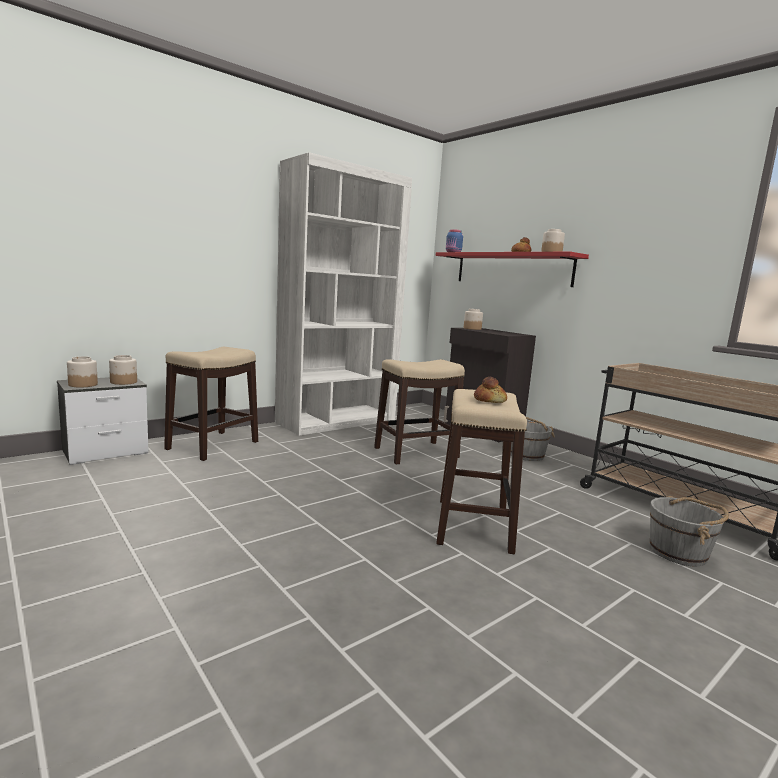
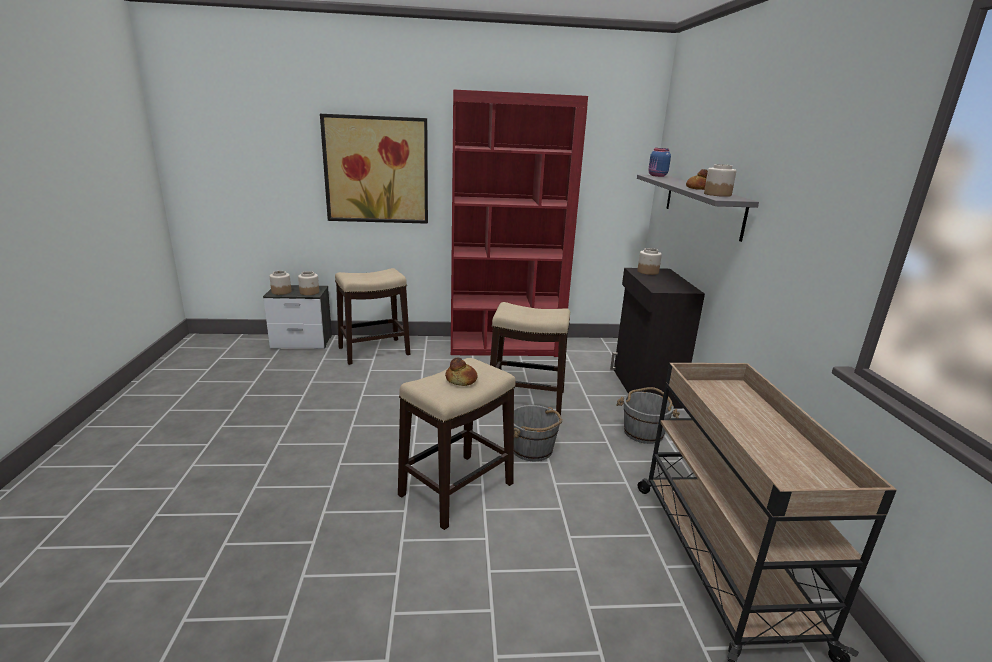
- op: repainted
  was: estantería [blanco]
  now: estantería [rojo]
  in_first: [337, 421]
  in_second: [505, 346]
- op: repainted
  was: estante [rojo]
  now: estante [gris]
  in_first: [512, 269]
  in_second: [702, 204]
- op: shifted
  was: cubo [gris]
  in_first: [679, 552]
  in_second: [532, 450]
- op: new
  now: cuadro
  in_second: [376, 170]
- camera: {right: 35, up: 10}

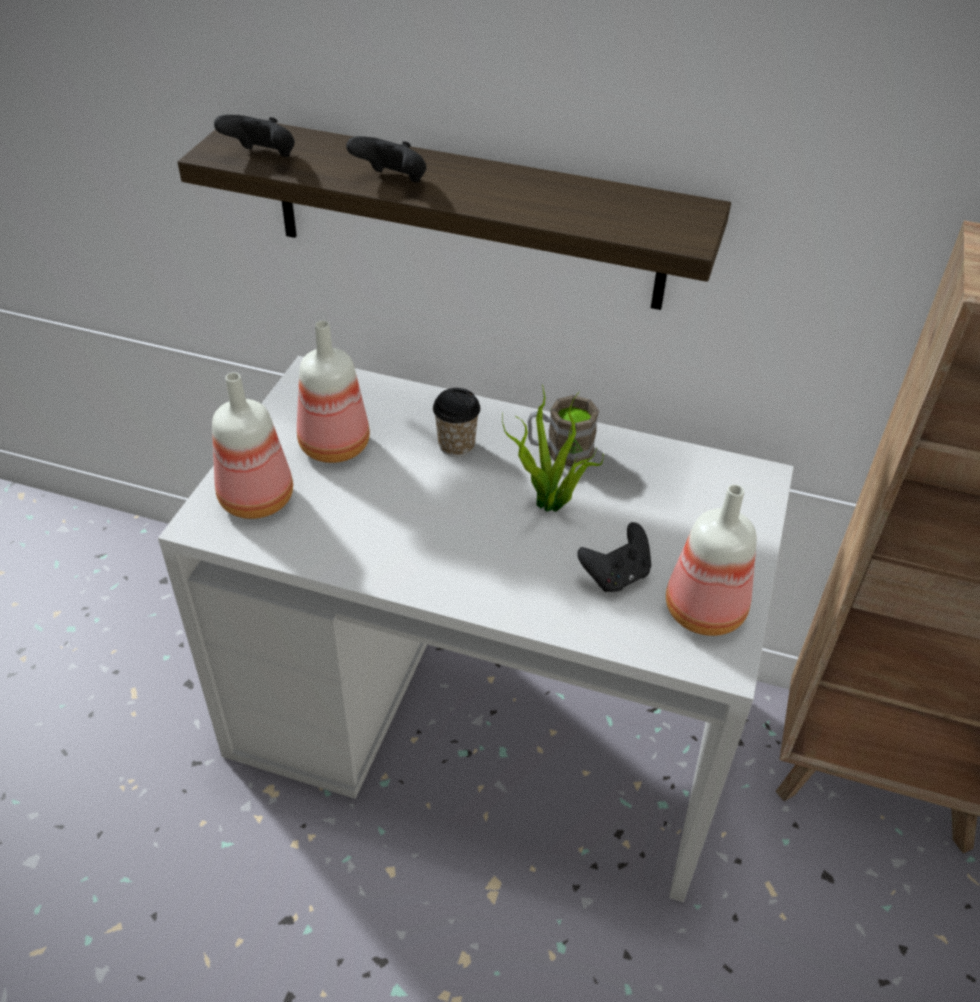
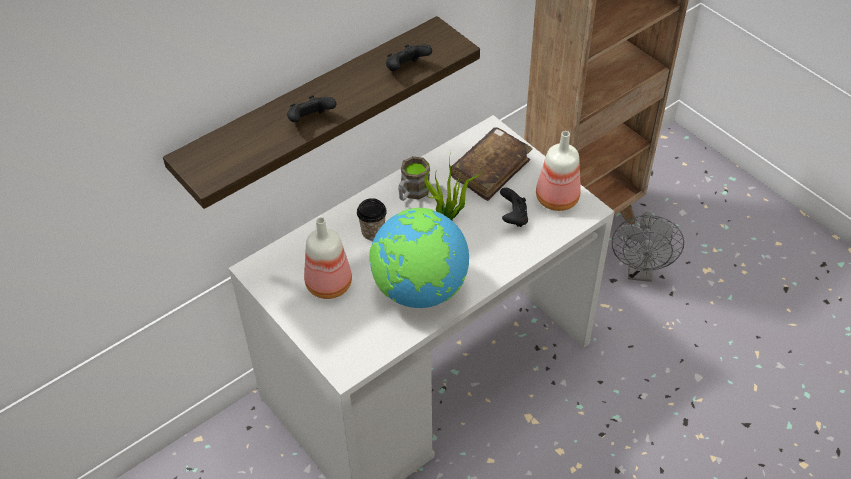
- op: shifted
  was: mando de consola [negro]
  in_first: [262, 157]
  in_second: [406, 69]
- op: gone
  was: botella
  in_first: [258, 498]
- op: new
  now: libro [marrón]
  in_second: [490, 170]
- op: new
  now: globo terráqueo
  in_second: [419, 290]
- op: new
  now: ventilador [gris]
  in_second: [640, 271]
- camera: {right: -55, up: 5}

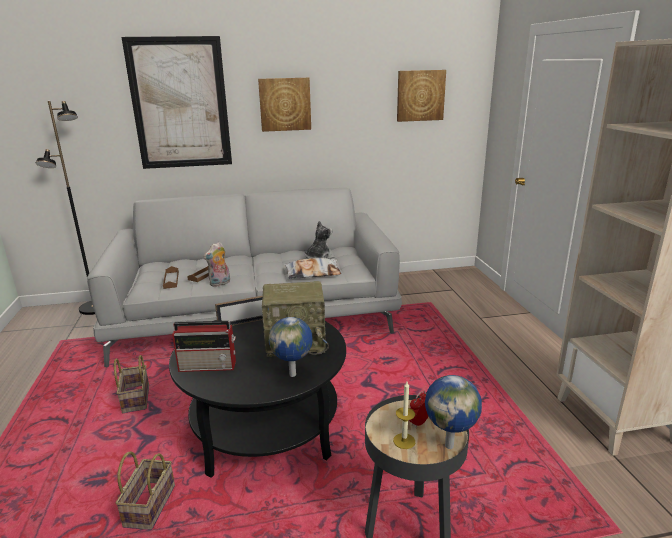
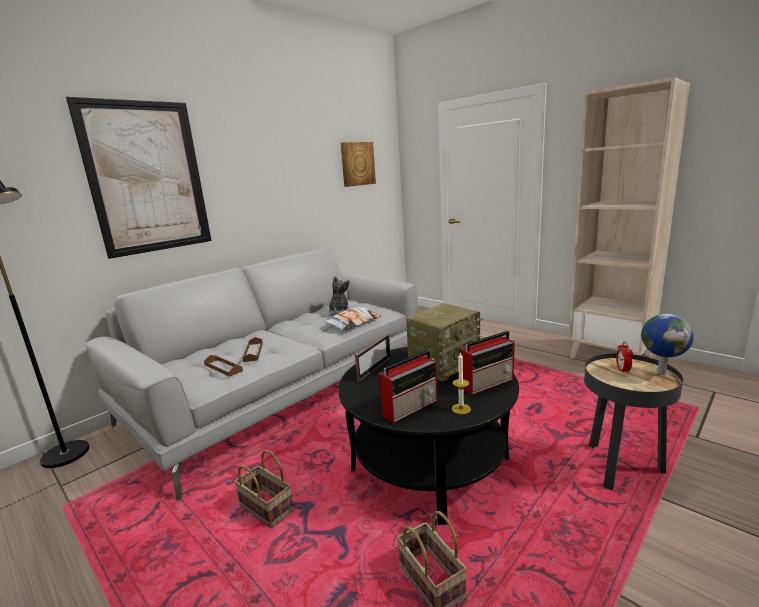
- op: gone
  was: cuadro
  in_first: [285, 104]
- op: gone
  was: peluche
  in_first: [220, 283]
- op: swapped
  was: globo terráqueo
  now: radio
  in_first: [293, 374]
  in_second: [488, 383]
- op: shifted
  was: vela
  in_first: [404, 441]
  in_second: [461, 409]
- camera: {right: -35, up: -5}

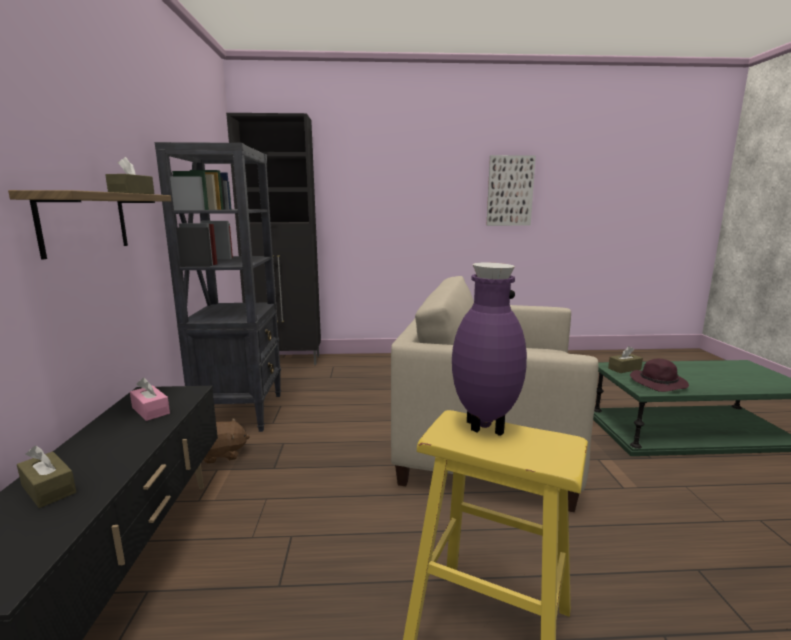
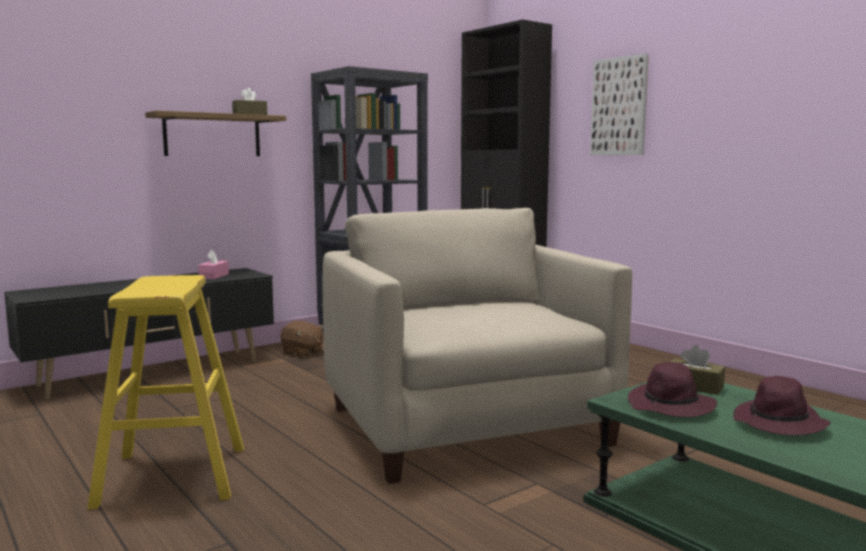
- op: shifted
  was: cuadro
  in_first: [510, 191]
  in_second: [619, 106]
- op: gone
  was: florero [morado]
  in_first: [483, 428]
- op: gone
  was: caja de pañuelos [marrón]
  in_first: [48, 489]
- op: new
  now: sombrero [morado]
  in_second: [779, 424]
- camera: {right: 55, up: -5}

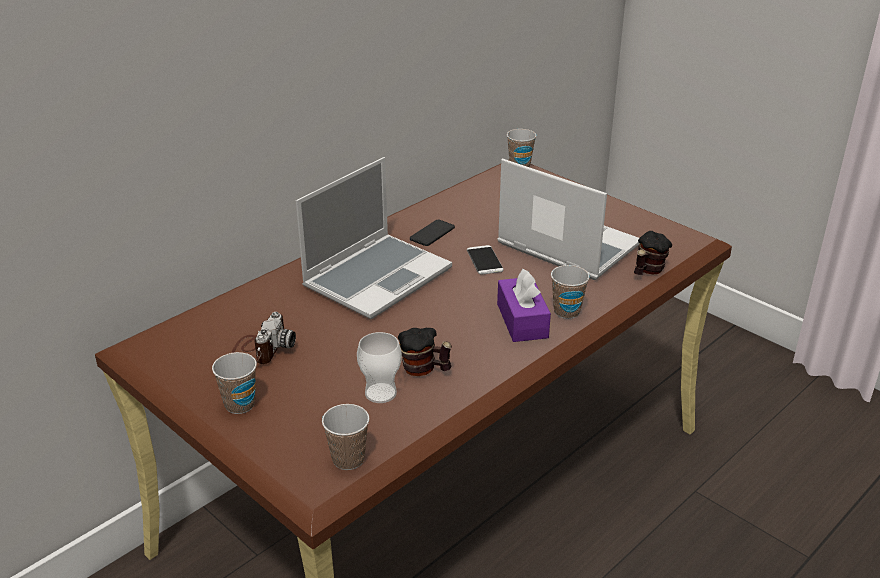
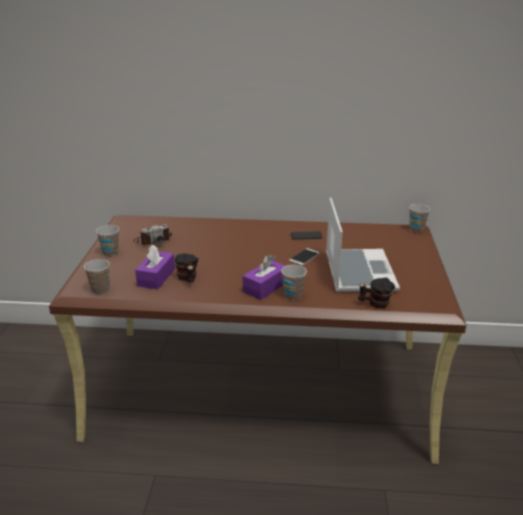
- op: gone
  was: portátil
  in_first: [377, 277]
- op: swapped
  was: taza
  now: caja de pañuelos [morado]
  in_first: [380, 393]
  in_second: [156, 277]
- camera: {right: 50, up: -5}

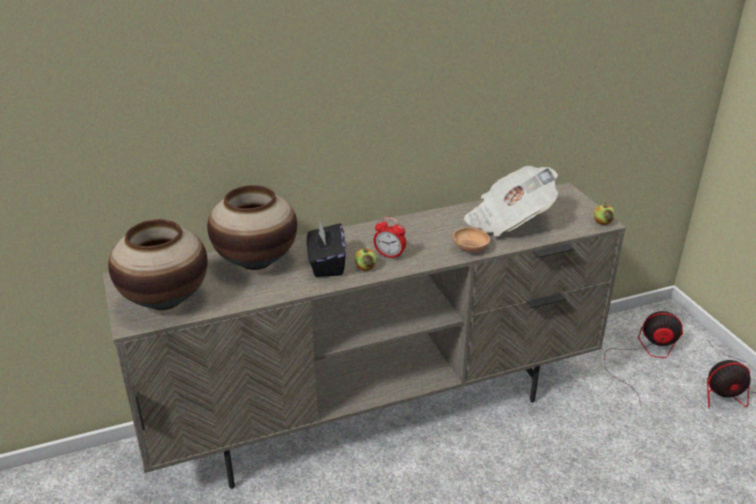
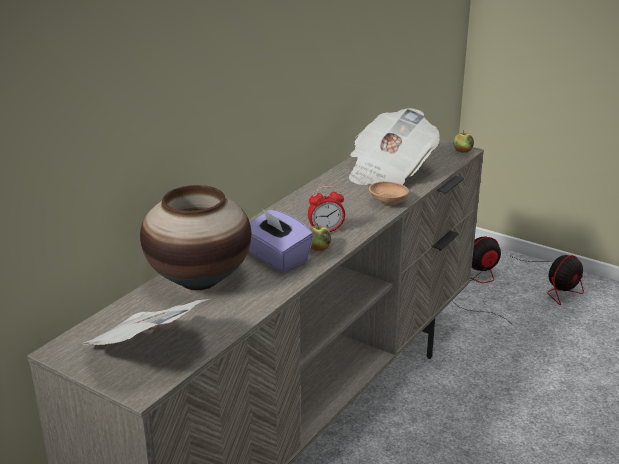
- op: swapped
  was: florero
  now: periódico
  in_first: [165, 299]
  in_second: [148, 351]
- op: repainted
  was: caja de pañuelos [negro]
  now: caja de pañuelos [morado]
  in_first: [326, 264]
  in_second: [276, 258]
- camera: {right: -35, up: -5}

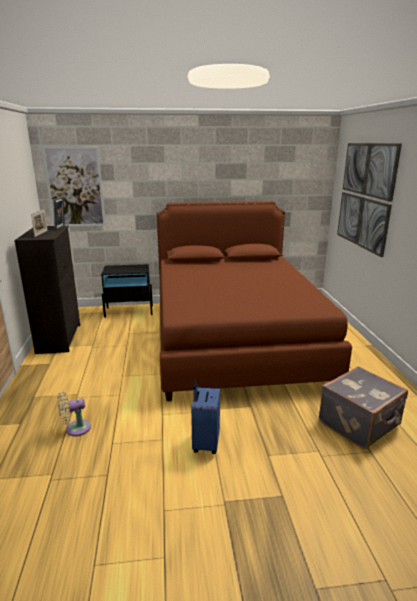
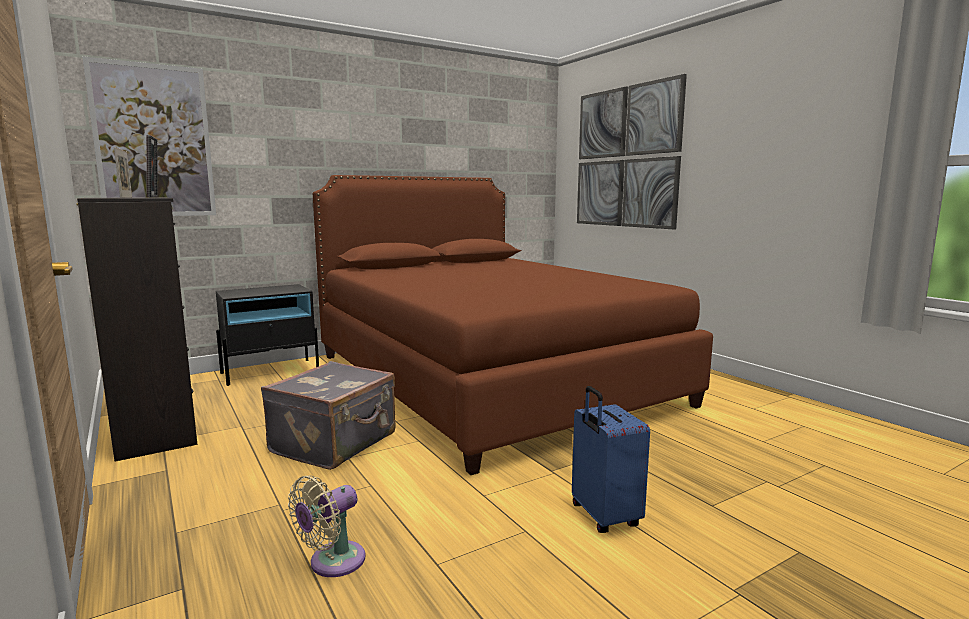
- op: shifted
  was: maleta [gris]
  in_first: [360, 424]
  in_second: [336, 443]
- camera: {right: -25, up: -10}

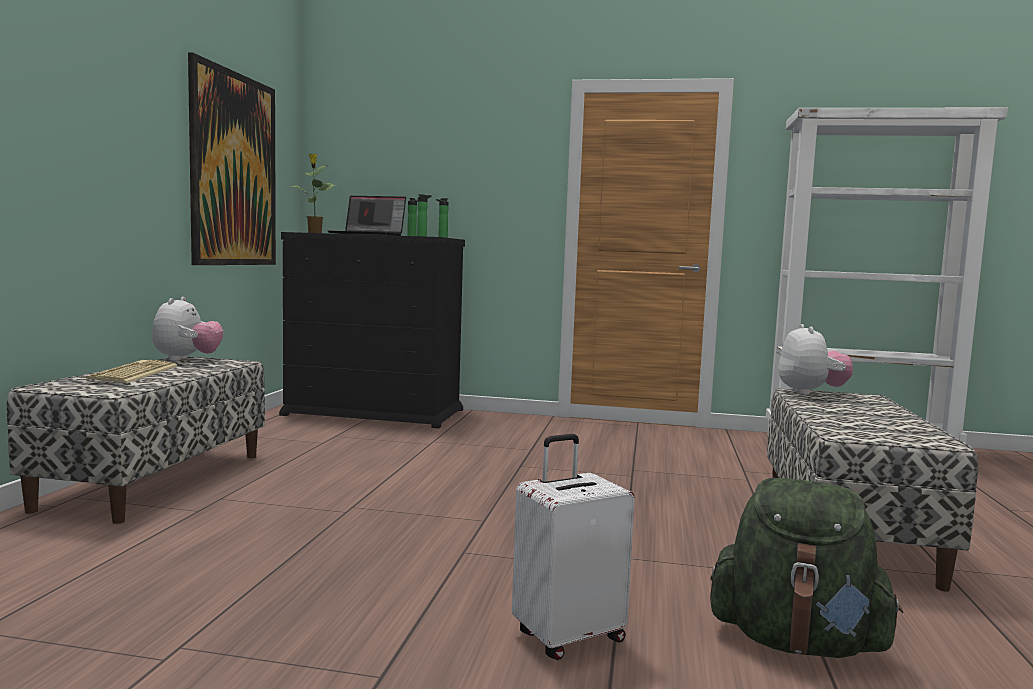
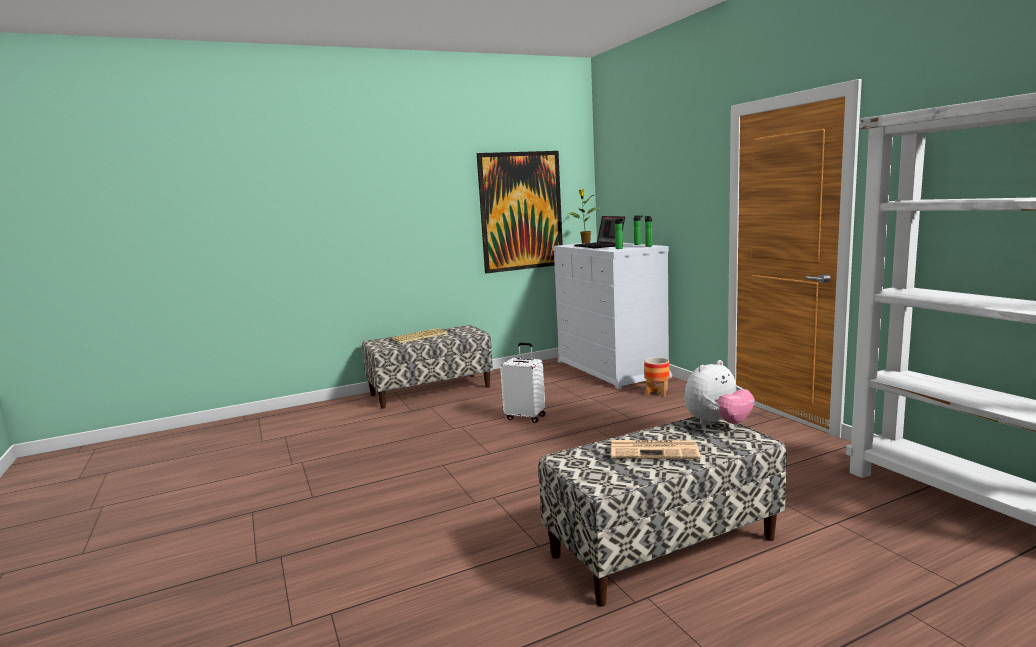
- op: repainted
  was: cómoda [negro]
  now: cómoda [blanco]
  in_first: [375, 412]
  in_second: [611, 369]
- op: gone
  was: peluche
  in_first: [187, 359]
- op: shifted
  was: maleta [blanco]
  in_first: [567, 636]
  in_second: [525, 417]
- op: gone
  was: mochila [verde]
  in_first: [796, 642]
- op: new
  now: maceta
  in_second: [657, 392]
- op: new
  now: periódico
  in_second: [655, 450]
- camera: {right: 55, up: 5}

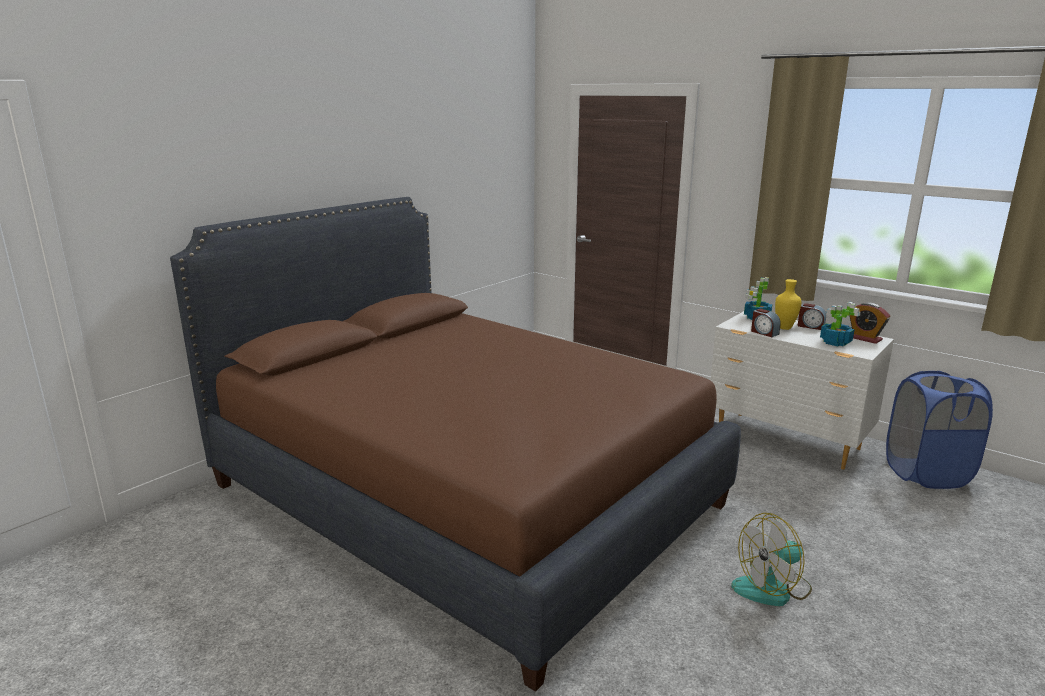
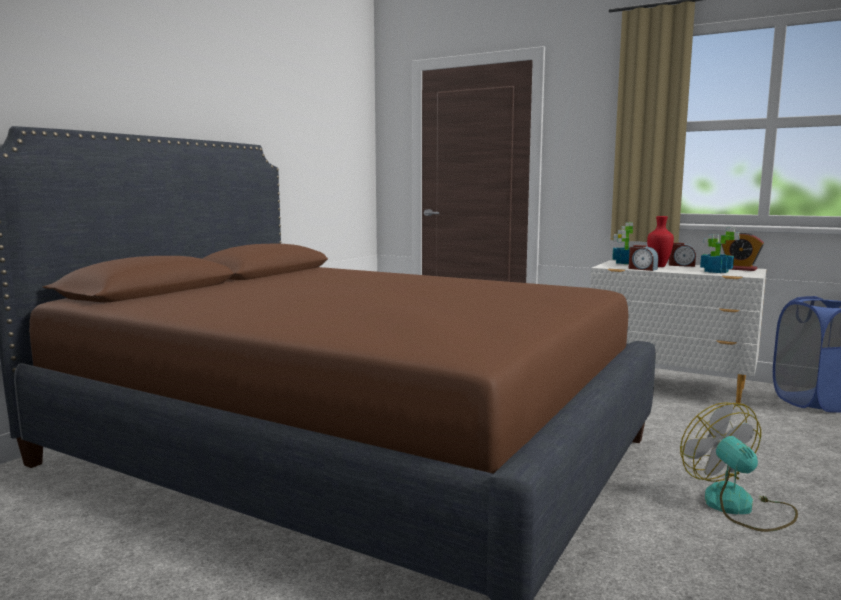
- op: repainted
  was: florero [amarillo]
  now: florero [rojo]
  in_first: [785, 328]
  in_second: [659, 266]
- op: rotated
  was: ventilador
  in_first: [772, 588]
  in_second: [739, 507]
  clockwise: 105
- camera: {right: -10, up: -10}

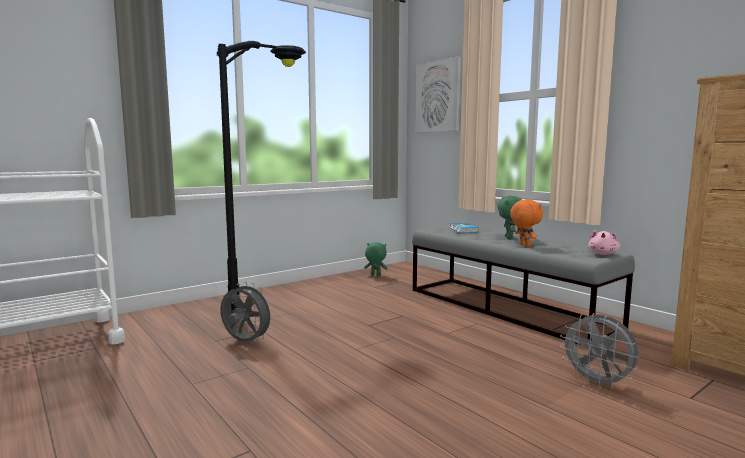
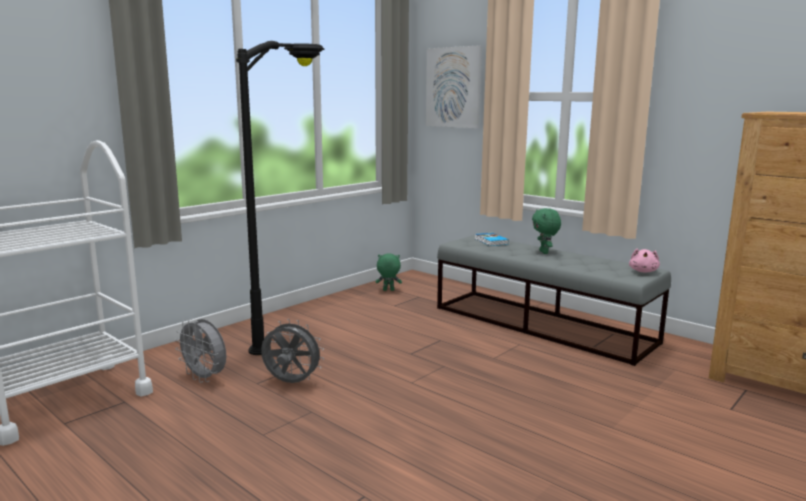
- op: gone
  was: peluche [naranja]
  in_first: [524, 245]
- op: shifted
  was: ventilador [gris]
  in_first: [598, 383]
  in_second: [205, 378]
- camera: {right: -10, up: 5}

